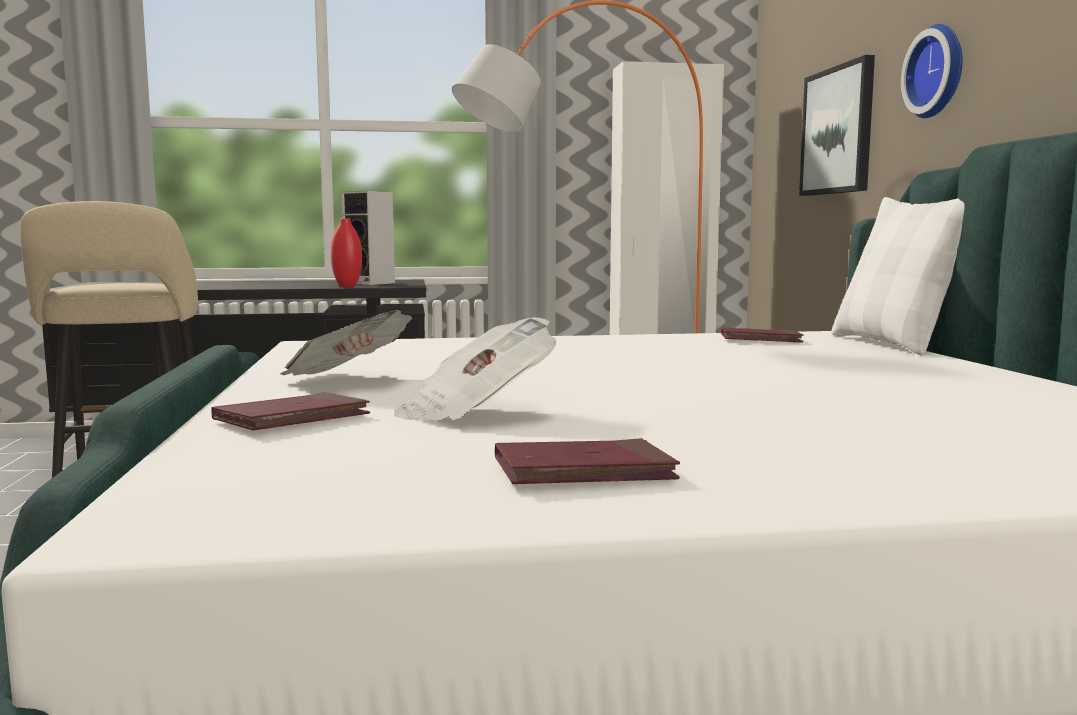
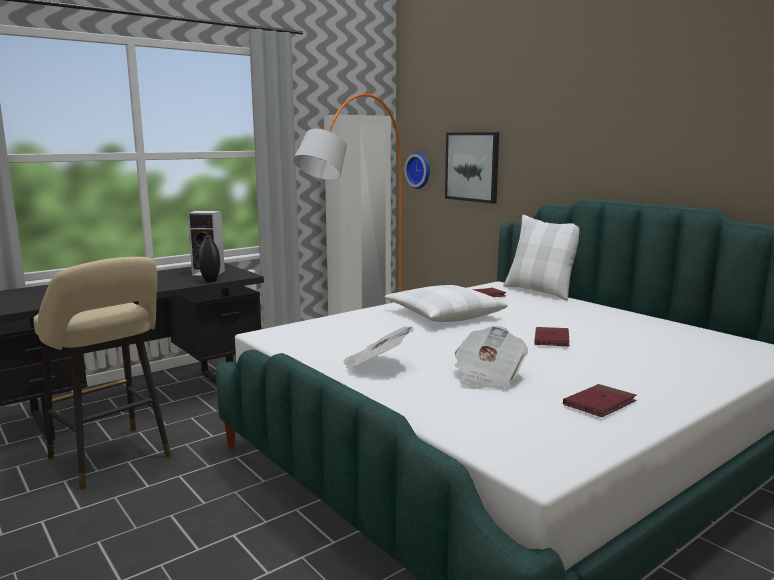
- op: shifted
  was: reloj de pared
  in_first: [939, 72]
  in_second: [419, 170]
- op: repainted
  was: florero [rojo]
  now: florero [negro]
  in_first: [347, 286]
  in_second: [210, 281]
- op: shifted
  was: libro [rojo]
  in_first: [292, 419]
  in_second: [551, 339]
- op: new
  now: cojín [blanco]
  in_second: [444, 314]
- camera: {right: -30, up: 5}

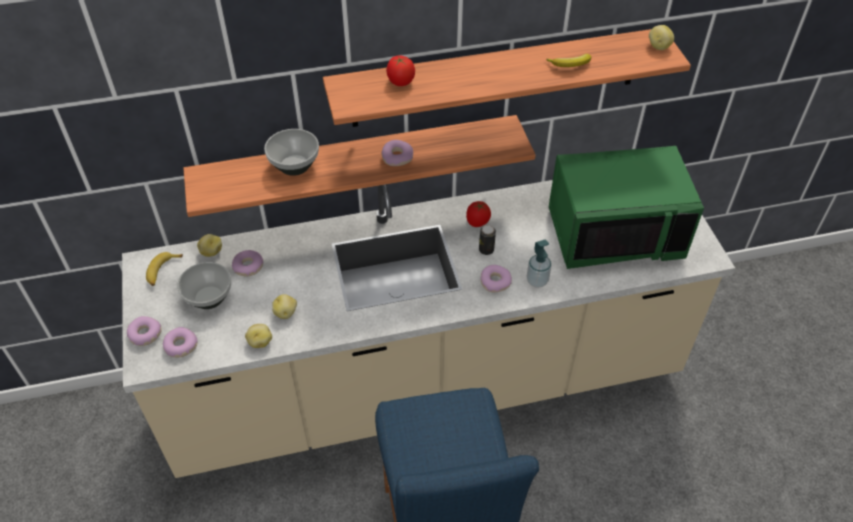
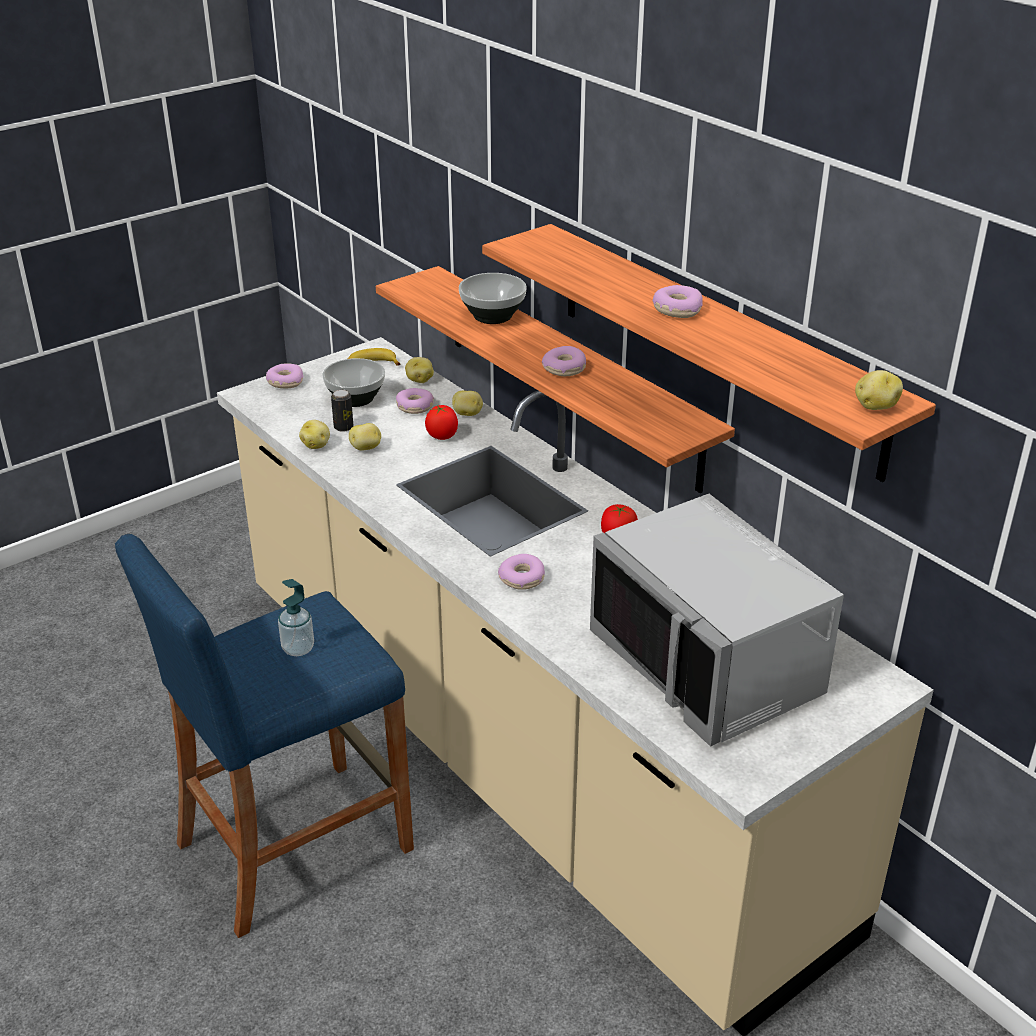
- op: gone
  was: plátano
  in_first: [570, 65]
- op: shifted
  was: tomate
  in_first: [400, 82]
  in_second: [442, 436]
- op: repainted
  was: microondas [verde]
  now: microondas [gris]
  in_first: [614, 232]
  in_second: [708, 664]
- op: shifted
  was: lata
  in_first: [486, 250]
  in_second: [343, 427]
- op: shifted
  was: dispensador de jabón
  in_first: [537, 281]
  in_second: [298, 648]
- op: shifted
  was: rosquilla
  in_first: [180, 346]
  in_second: [677, 309]
- op: new
  now: patata
  in_second: [467, 414]
- camera: {right: 65, up: -15}

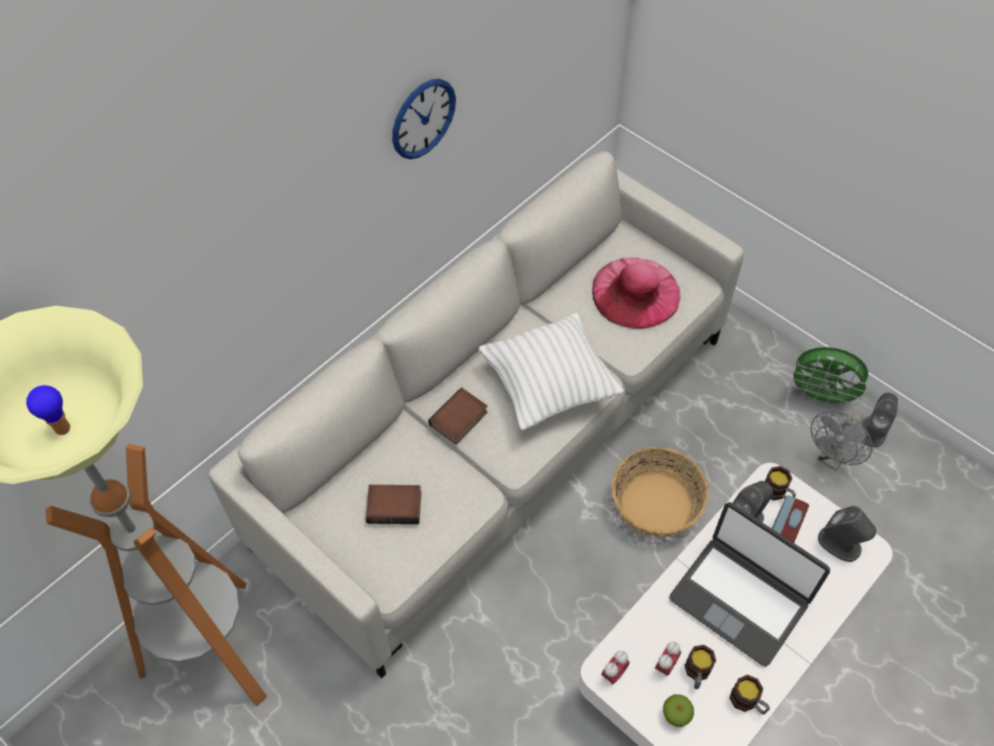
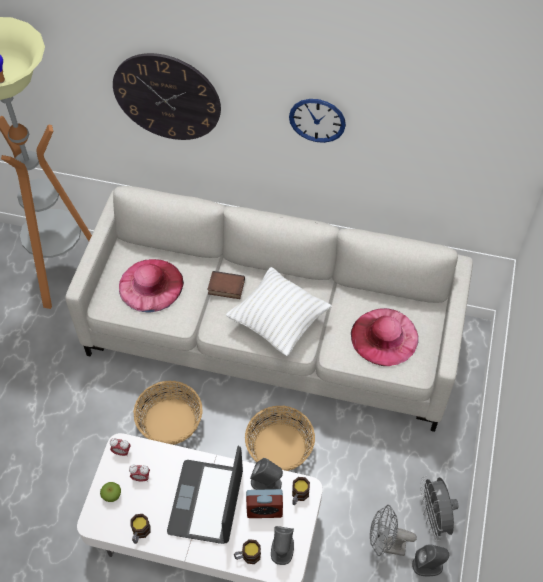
- op: repainted
  was: ventilador [verde]
  now: ventilador [gris]
  in_first: [821, 396]
  in_second: [434, 518]
- op: swapped
  was: libro
  now: sombrero [rosa]
  in_first: [395, 506]
  in_second: [151, 285]
- op: shifted
  was: taza grande
  in_first: [697, 673]
  in_second: [247, 556]
- op: new
  now: reloj de pared
  in_second: [167, 97]
- op: new
  now: cesta
  in_second: [170, 421]
- camera: {right: 60, up: 0}

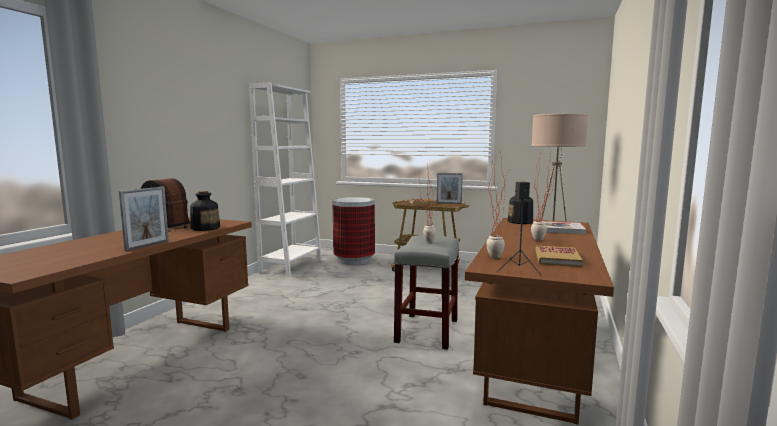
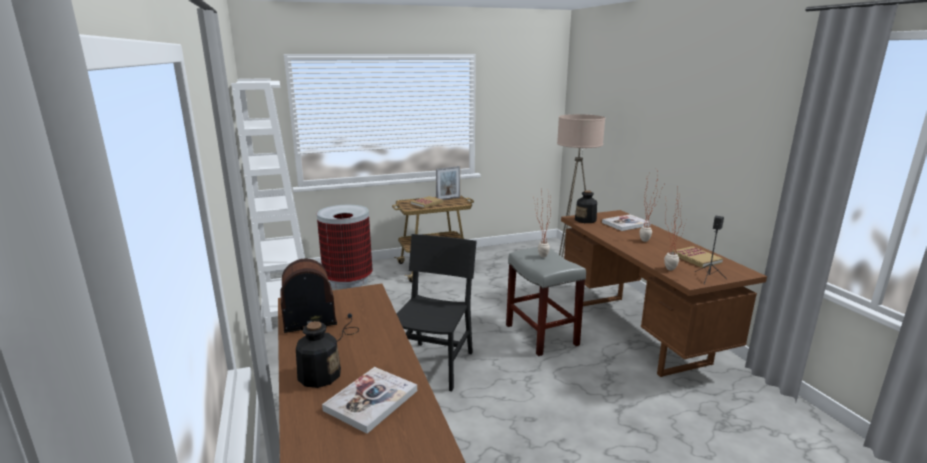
- op: gone
  was: portarretratos
  in_first: [147, 245]
- op: shifted
  was: botella
  in_first: [205, 228]
  in_second: [319, 375]
- op: new
  now: silla [negro]
  in_second: [435, 365]
- op: new
  now: libro
  in_second: [371, 400]
- camera: {right: -40, up: 10}

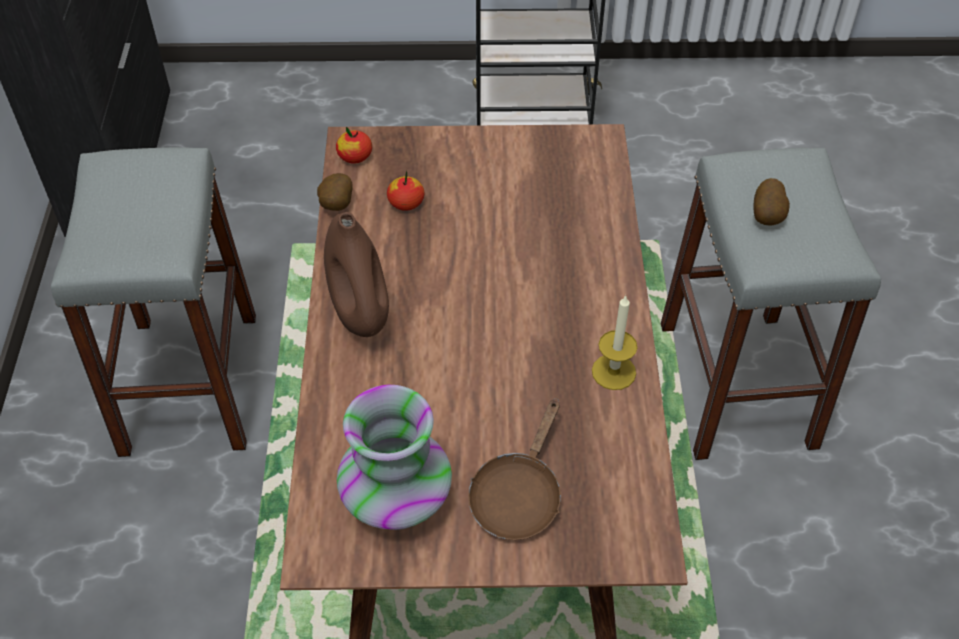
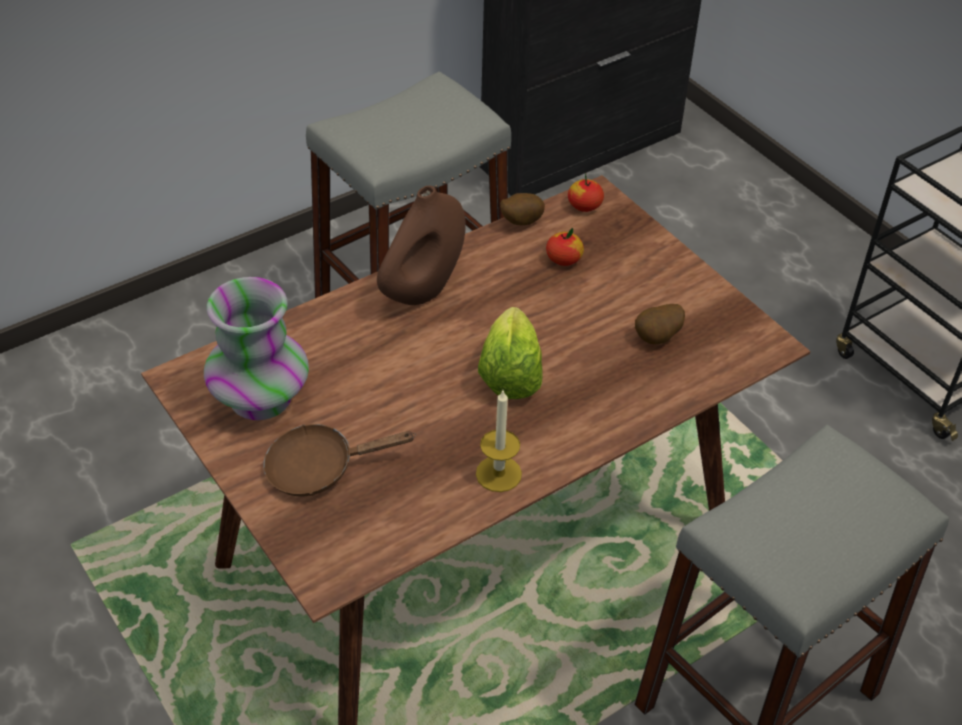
- op: shifted
  was: patata
  in_first: [768, 217]
  in_second: [658, 338]
- op: new
  now: lechuga
  in_second: [510, 374]
- camera: {right: 55, up: -5}

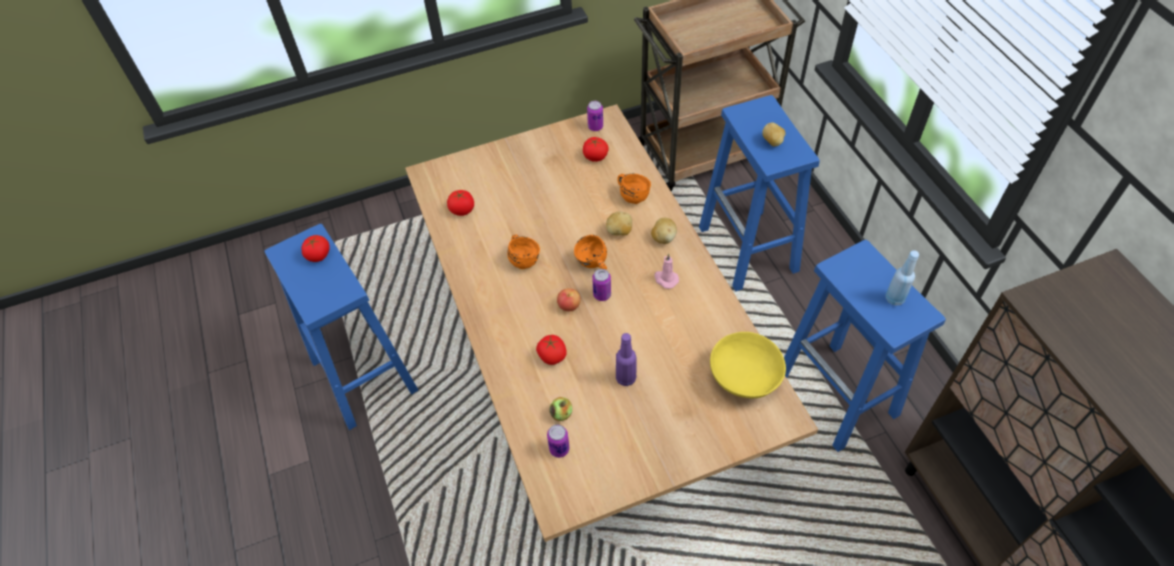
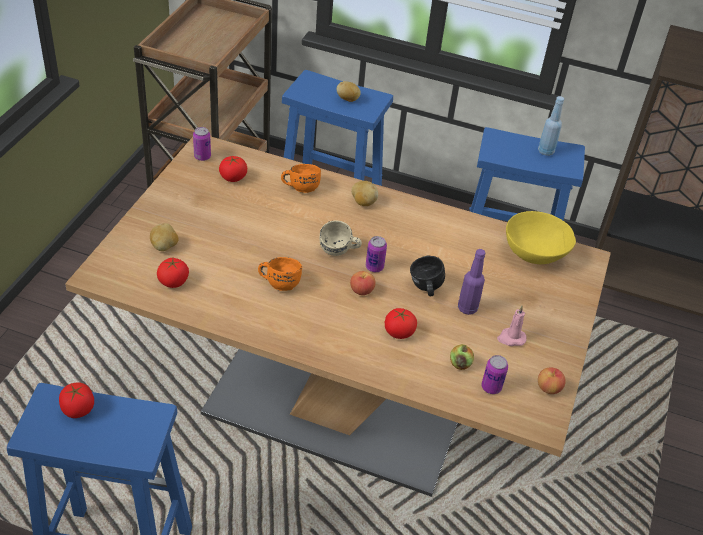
- op: shifted
  was: patata
  in_first: [619, 231]
  in_second: [164, 246]
- op: repainted
  was: taza grande [naranja]
  now: taza grande [beis]
  in_first: [592, 265]
  in_second: [339, 252]
- op: shifted
  was: vela [rosa]
  in_first: [665, 279]
  in_second: [511, 338]
- op: new
  now: taza grande [negro]
  in_second: [424, 288]
- op: new
  now: manzana
  in_second: [548, 388]
- camera: {right: -55, up: -10}

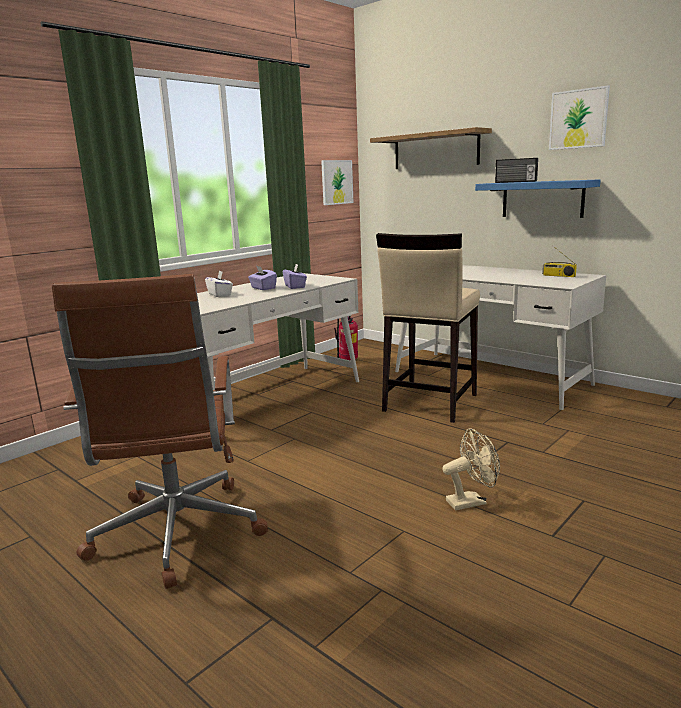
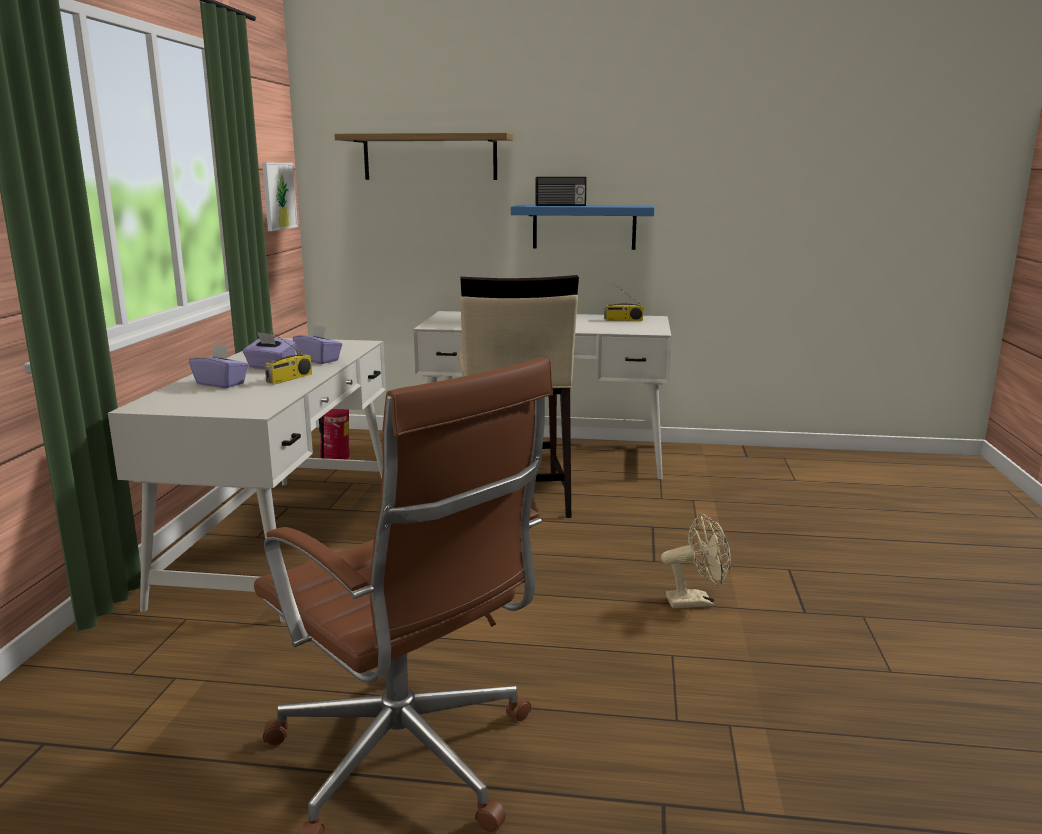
- op: gone
  was: cuadro
  in_first: [578, 119]
- op: repainted
  was: caja de pañuelos [blanco]
  now: caja de pañuelos [morado]
  in_first: [220, 294]
  in_second: [221, 384]
- op: rotated
  was: ventilador [beis]
  in_first: [471, 501]
  in_second: [696, 601]
  clockwise: 45
- op: new
  now: radio
  in_second: [289, 379]
- camera: {right: -35, up: 0}

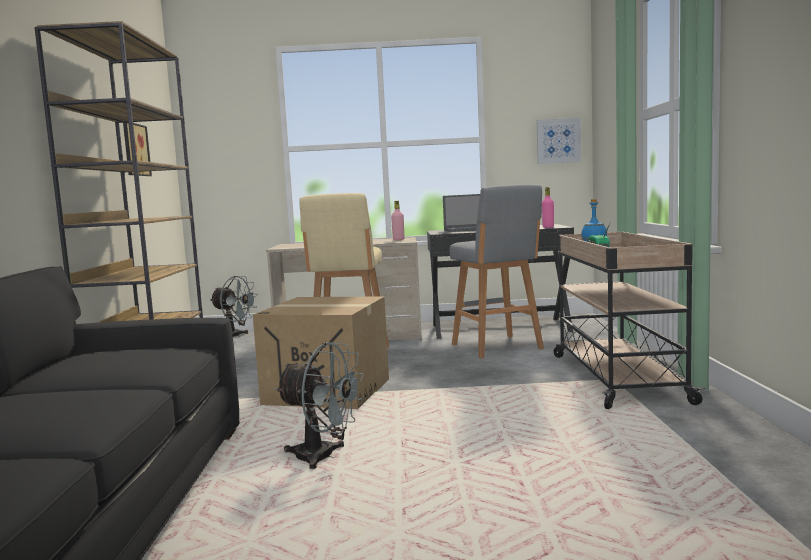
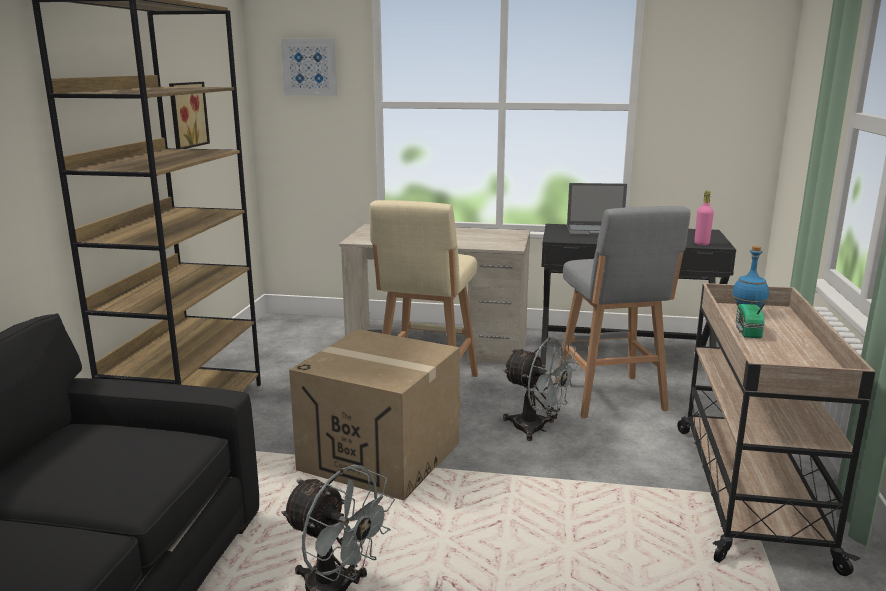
- op: shifted
  was: cuadro
  in_first: [558, 141]
  in_second: [309, 67]
- op: gone
  was: botella [rosa]
  in_first: [398, 239]
- op: shifted
  was: ventilador [gris]
  in_first: [235, 336]
  in_second: [537, 429]
- camera: {right: 10, up: 10}

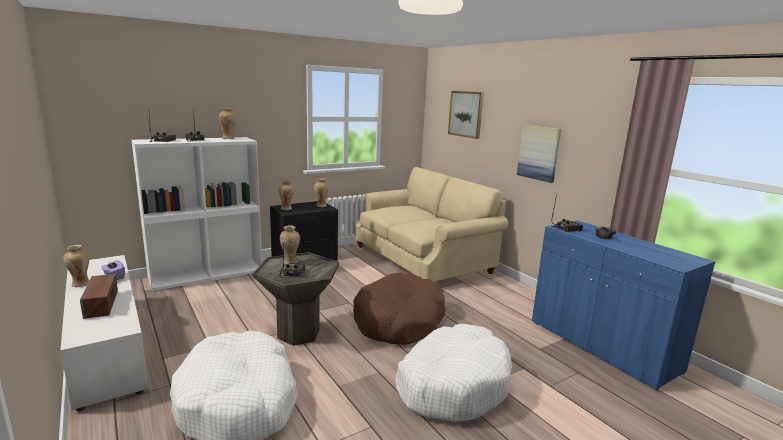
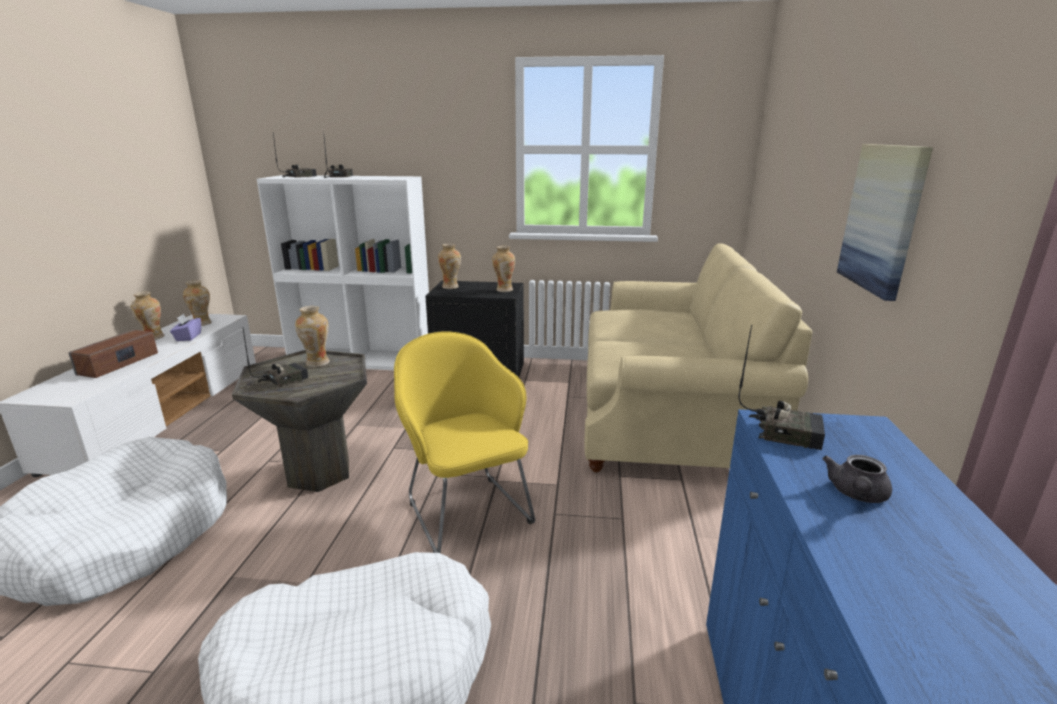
- op: gone
  was: cuadro
  in_first: [466, 114]
- op: shifted
  was: florero
  in_first: [228, 138]
  in_second: [202, 323]
- op: swapped
  was: cama para perro [marrón]
  now: sillón [amarillo]
  in_first: [398, 321]
  in_second: [465, 509]
- camera: {right: 40, up: 5}

